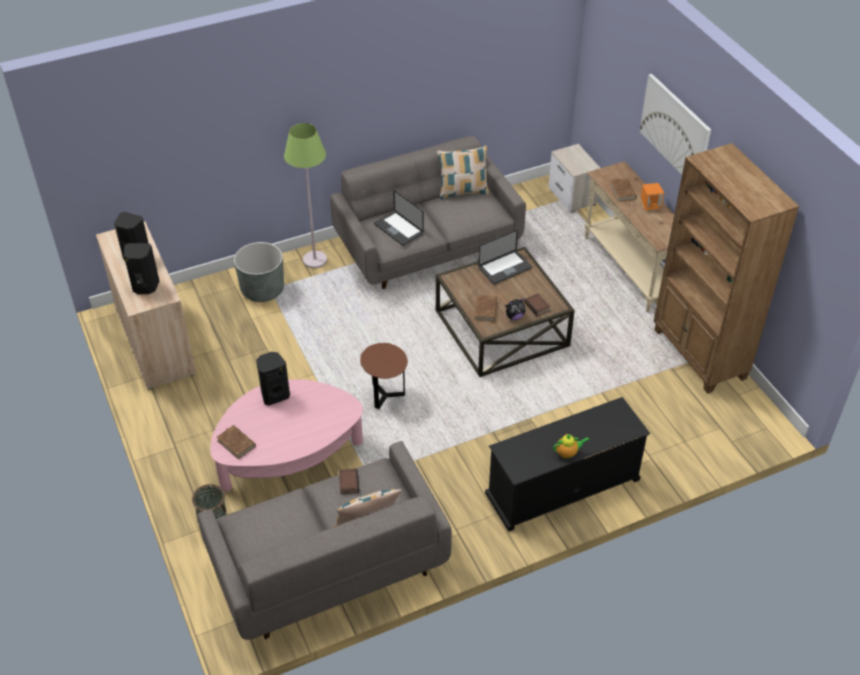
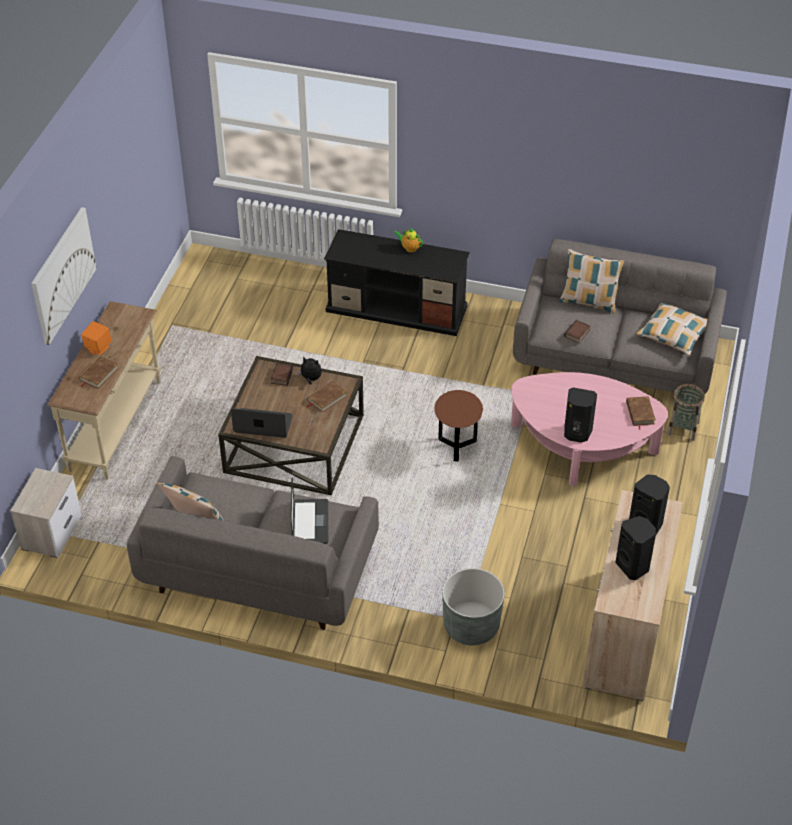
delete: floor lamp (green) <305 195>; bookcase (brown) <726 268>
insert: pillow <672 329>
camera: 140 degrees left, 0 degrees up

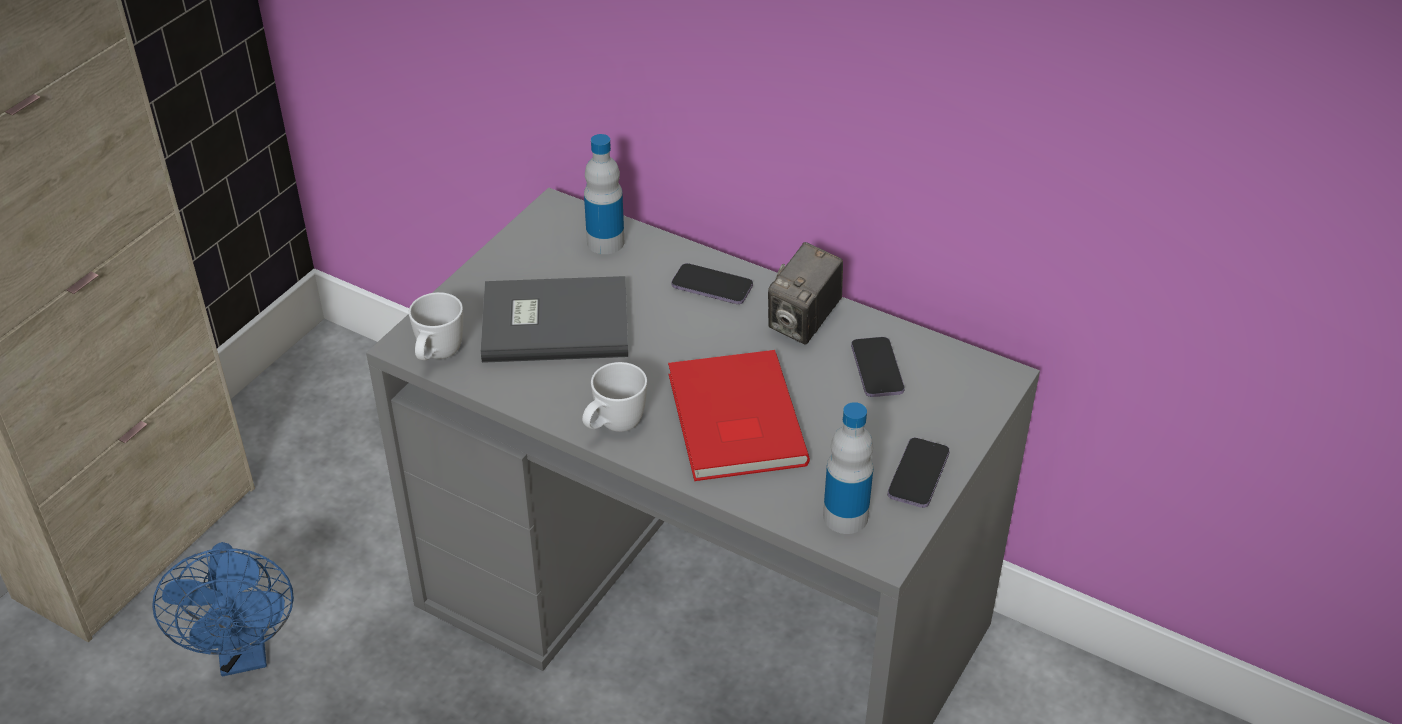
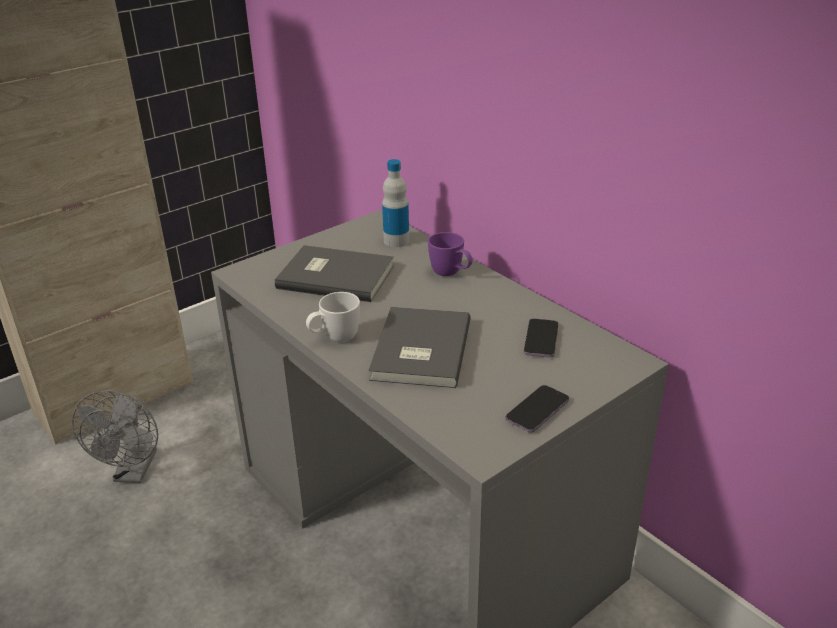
delete: mug (white) <436 326>; photo camera <805 293>; bottle <848 468>
replace: phone <712 283> to mug (purple) <450 254>
recolor: fan (blue) <223 609> to fan (grey) <115 436>; book (red) <739 415> to book (grey) <420 347>
camera: 20 degrees right, 10 degrees down

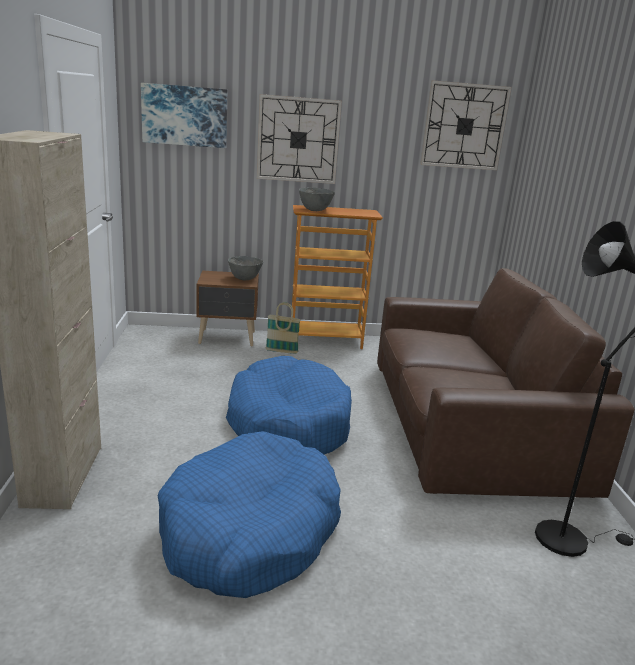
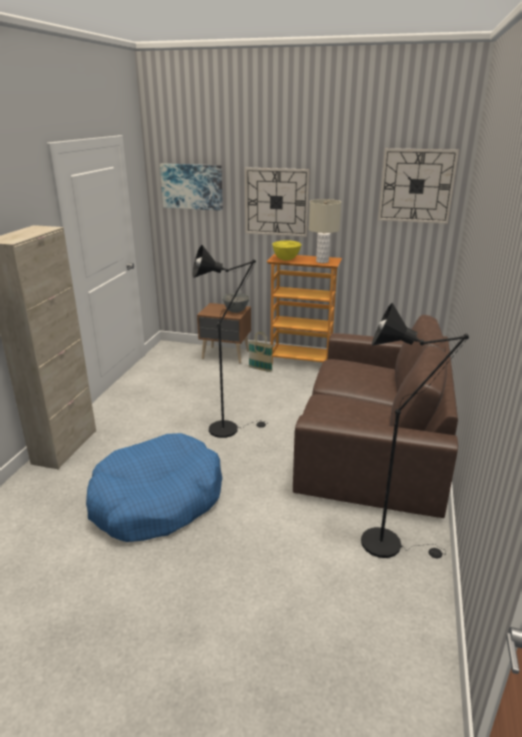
insert: table lamp (beige) <325 231>
replace: dog bed (blue) <289 405> to floor lamp (black) <230 341>
recolor: bowl (grey) <317 199> to bowl (yellow) <286 250>
camera: 20 degrees right, 5 degrees up

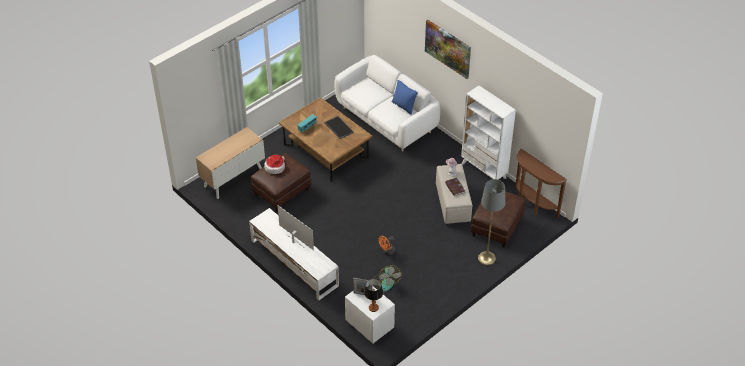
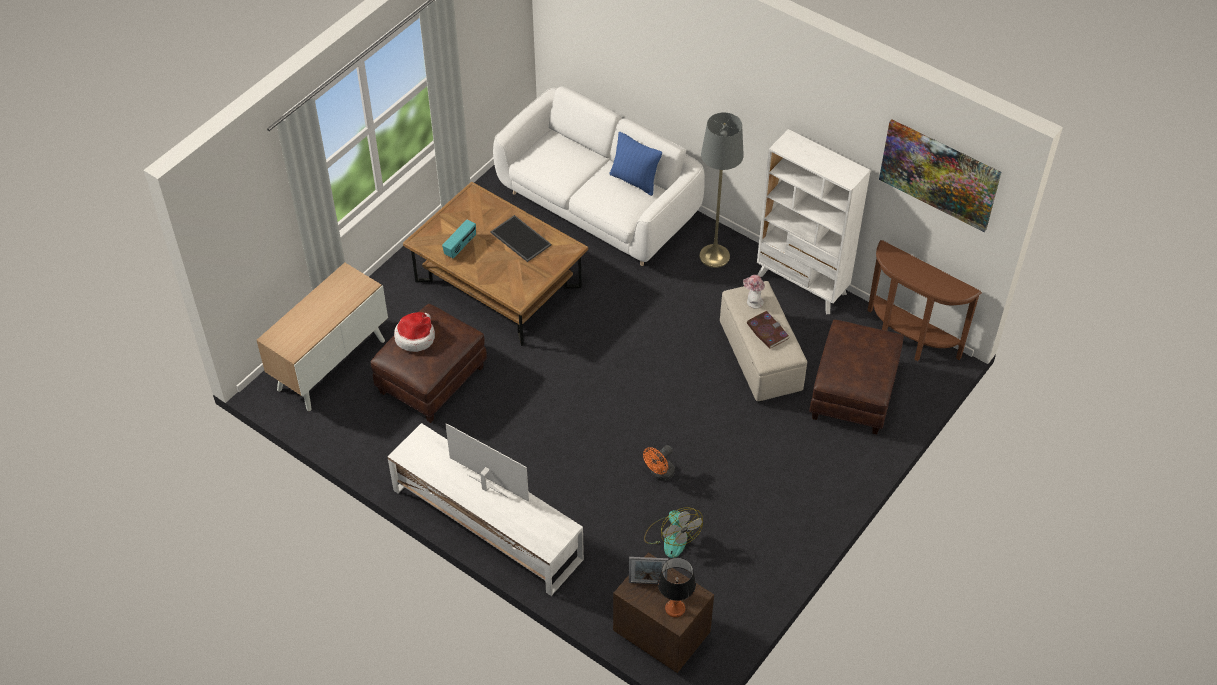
move: picture <448 49> to <940 176>; floor lamp (grey) <491 222> to <721 190>
recolor: nightstand (white) <370 314> to nightstand (brown) <663 613>
camera: 10 degrees left, 5 degrees up

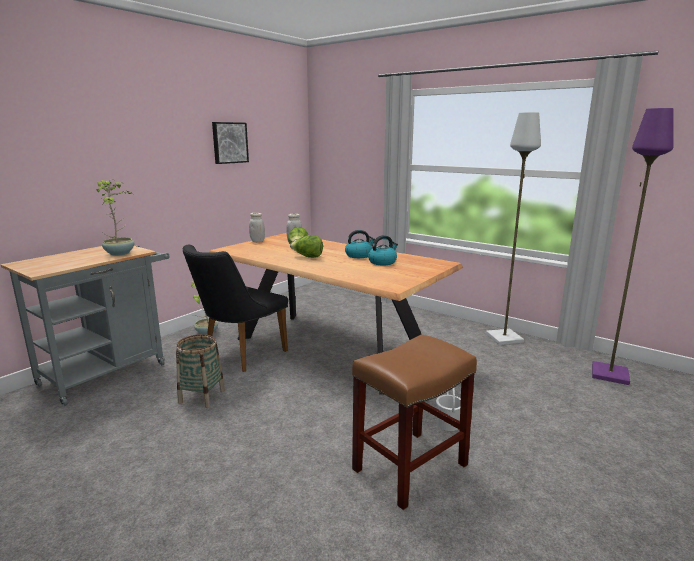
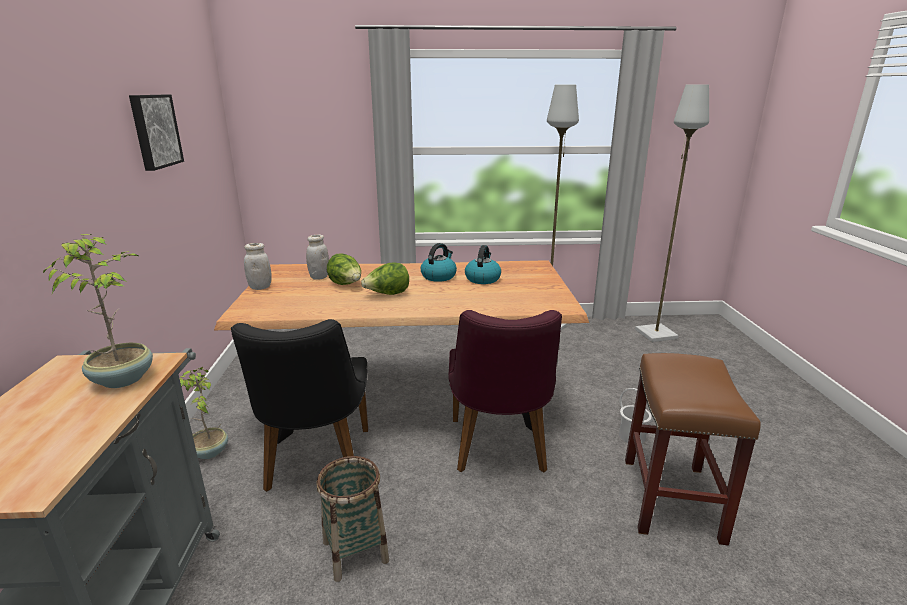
insert: chair (purple) <505 391>
recolor: floor lamp (purple) <633 246> to floor lamp (grey) <672 213>
camera: 40 degrees left, 5 degrees up

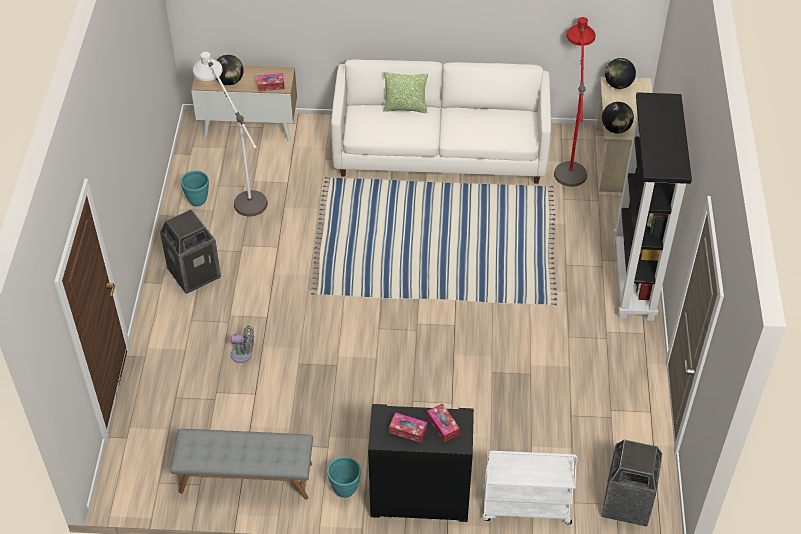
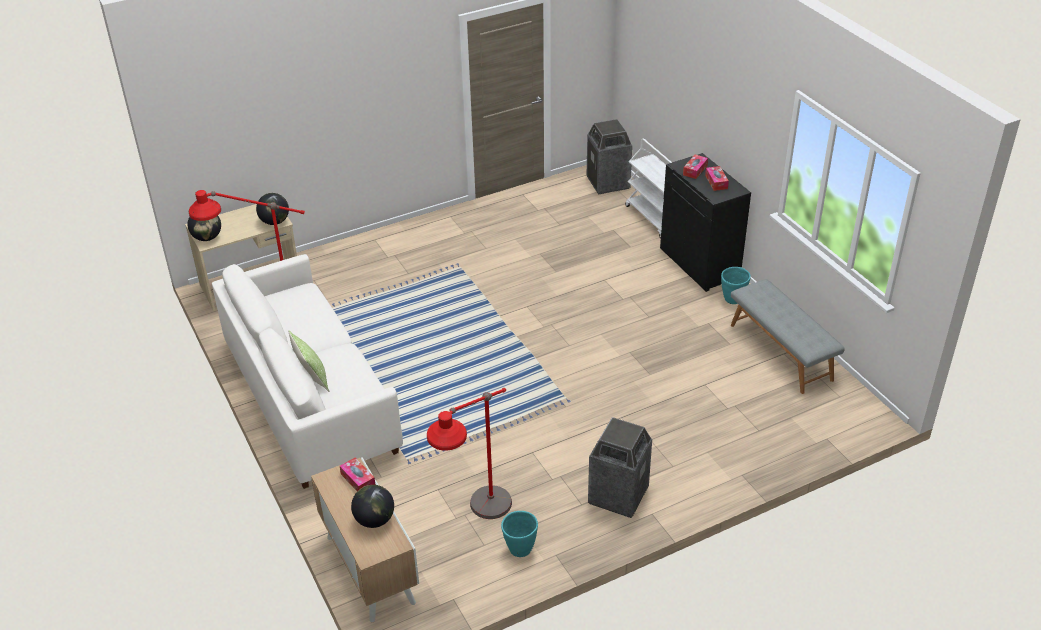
delete: fan (grey) <242 344>; bookcase (black) <652 206>
recolor: floor lamp (white) <230 134> to floor lamp (red) <469 453>
camera: 120 degrees left, 10 degrees down

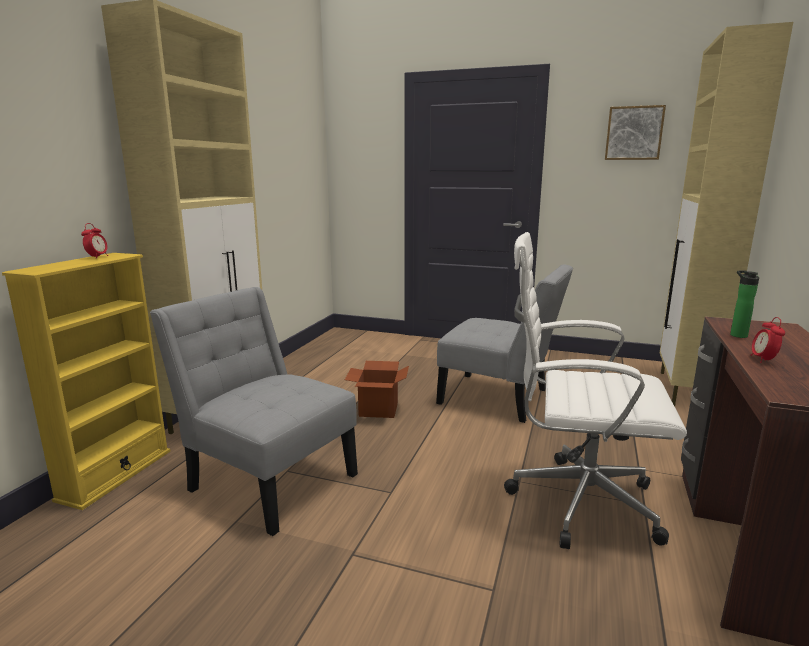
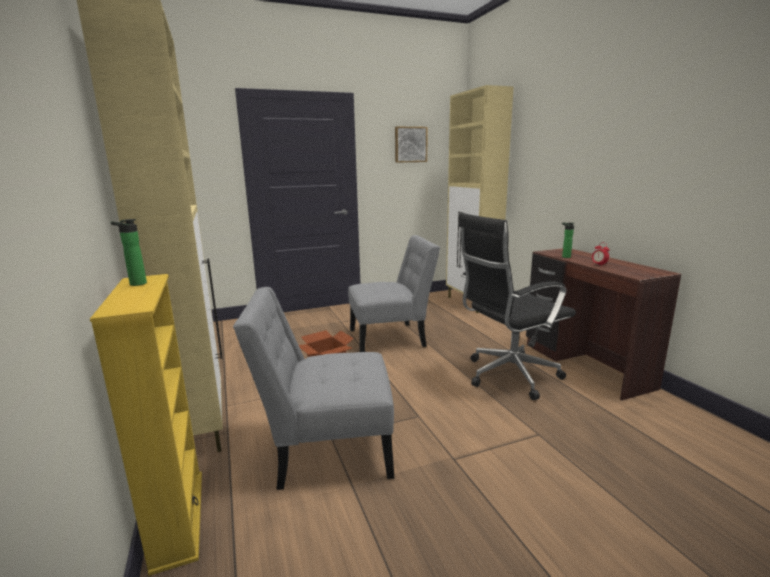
replace: alarm clock <94 240> to bottle <129 252>
recolor: office chair (white) <595 390> to office chair (black) <517 306>
camera: 40 degrees left, 0 degrees up

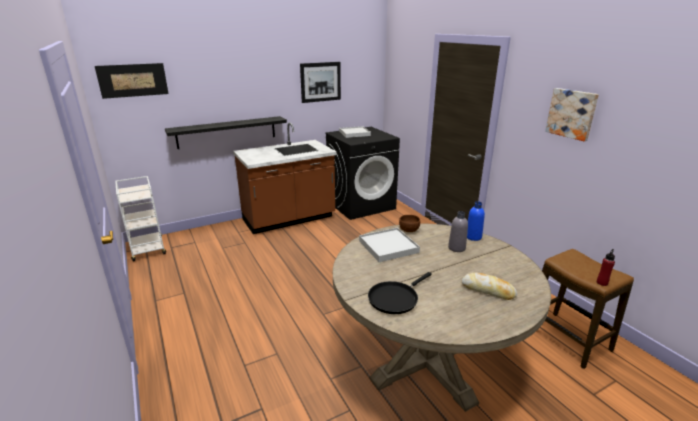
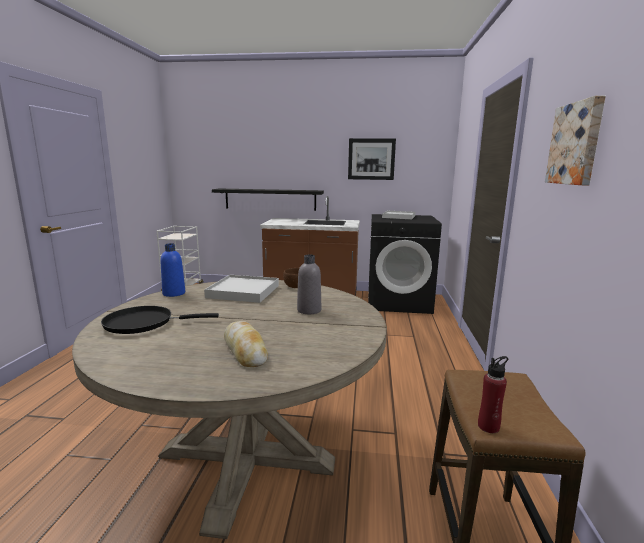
delete: picture <132 81>
move: bottle (blue) <476 221> to <172 270>
camera: 35 degrees right, 10 degrees down

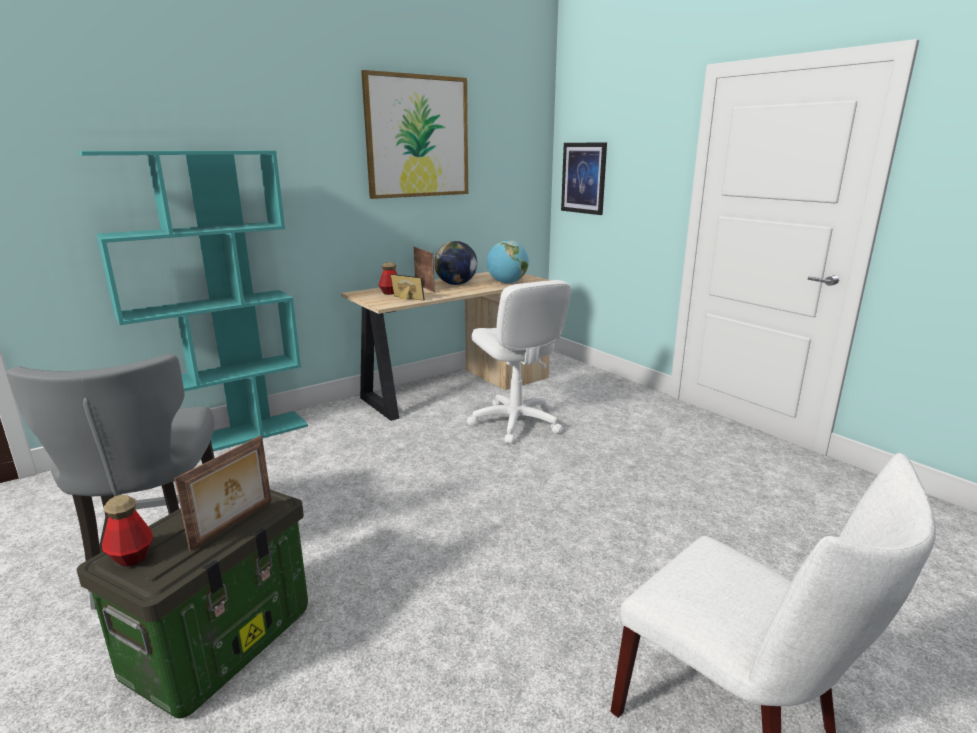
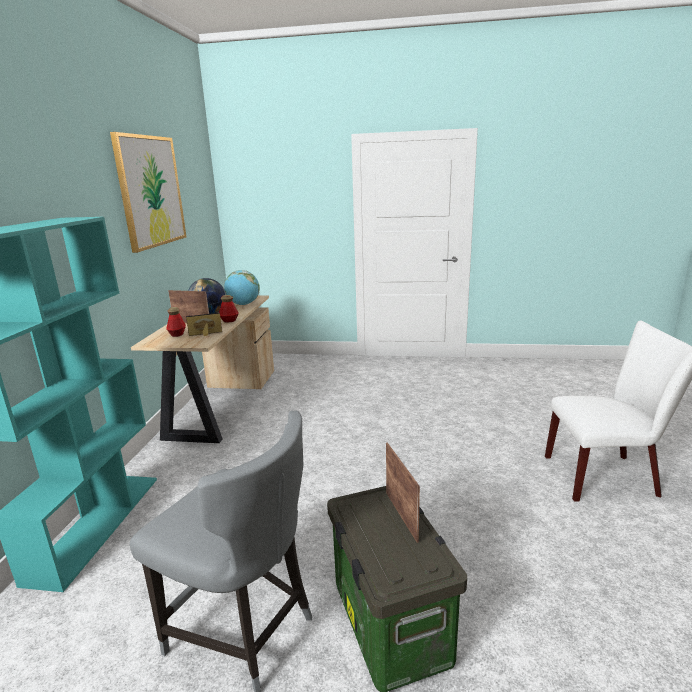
delete: office chair (white) <519 362>; picture <584 178>
move: bottle <127 530> to <229 308>
camera: 45 degrees left, 0 degrees up

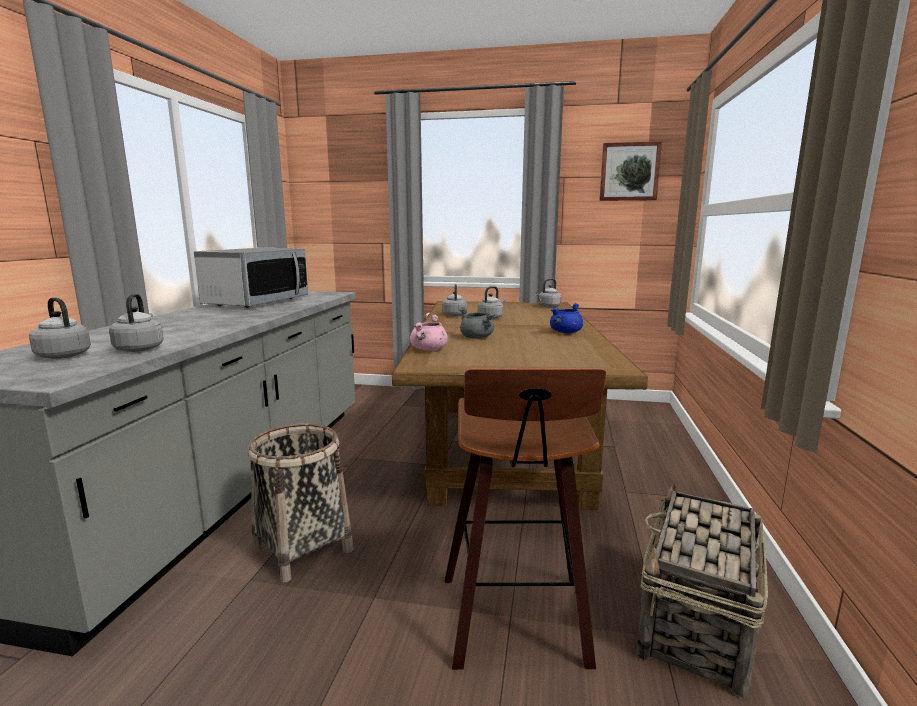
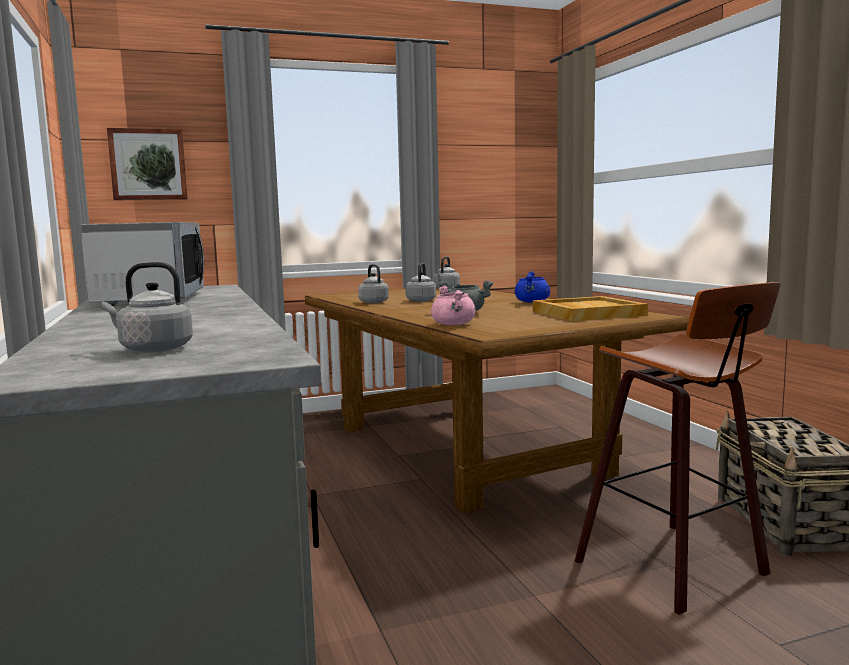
delete: kettle (grey) <136 323>; basket <301 503>
insert: tray (beige) <590 308>
move: picture <630 171> to <147 164>
camera: 30 degrees left, 5 degrees down

